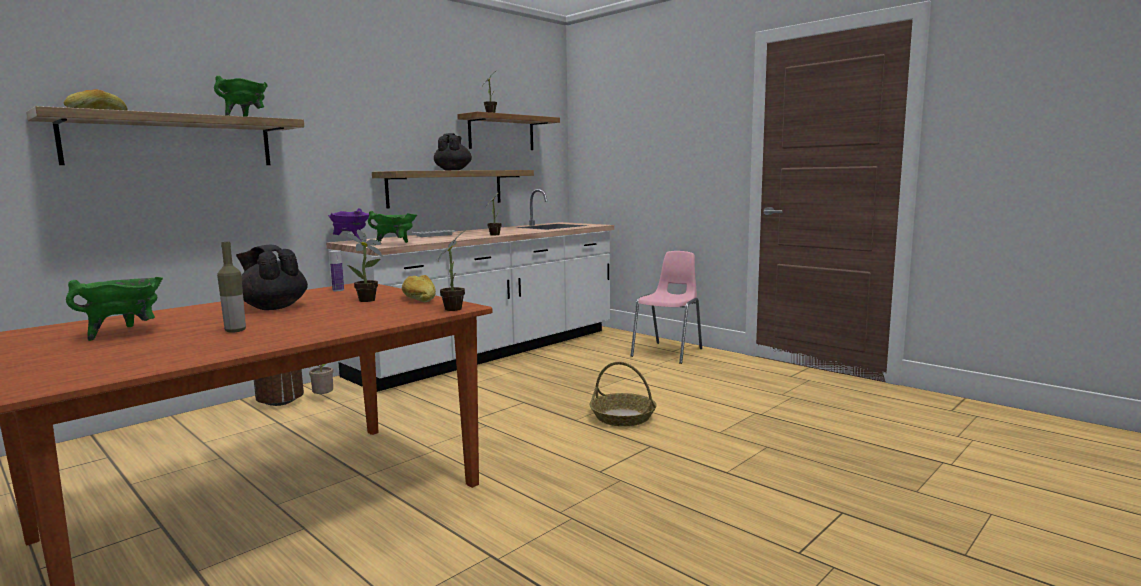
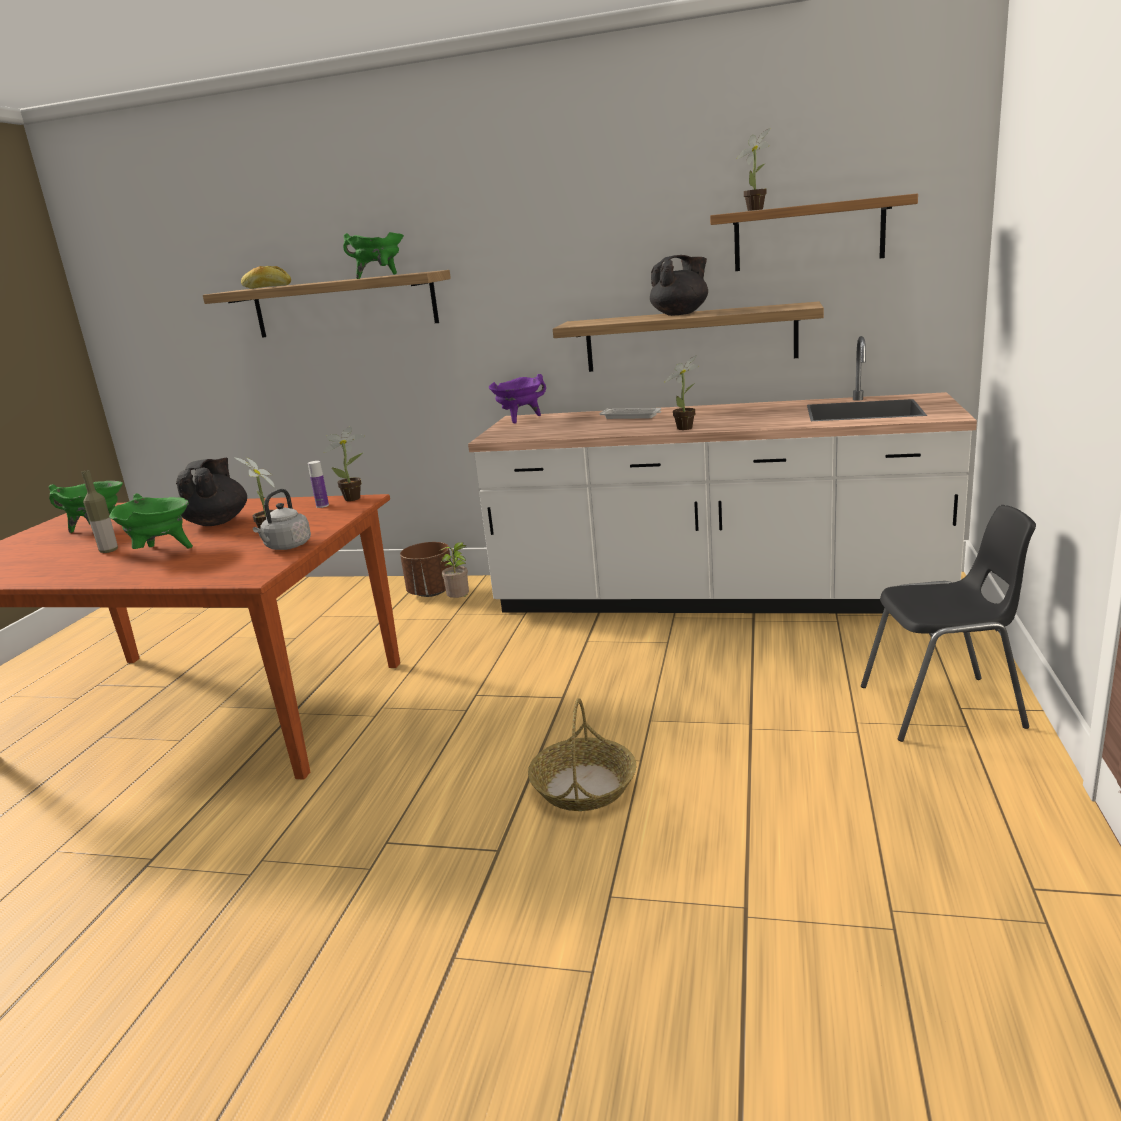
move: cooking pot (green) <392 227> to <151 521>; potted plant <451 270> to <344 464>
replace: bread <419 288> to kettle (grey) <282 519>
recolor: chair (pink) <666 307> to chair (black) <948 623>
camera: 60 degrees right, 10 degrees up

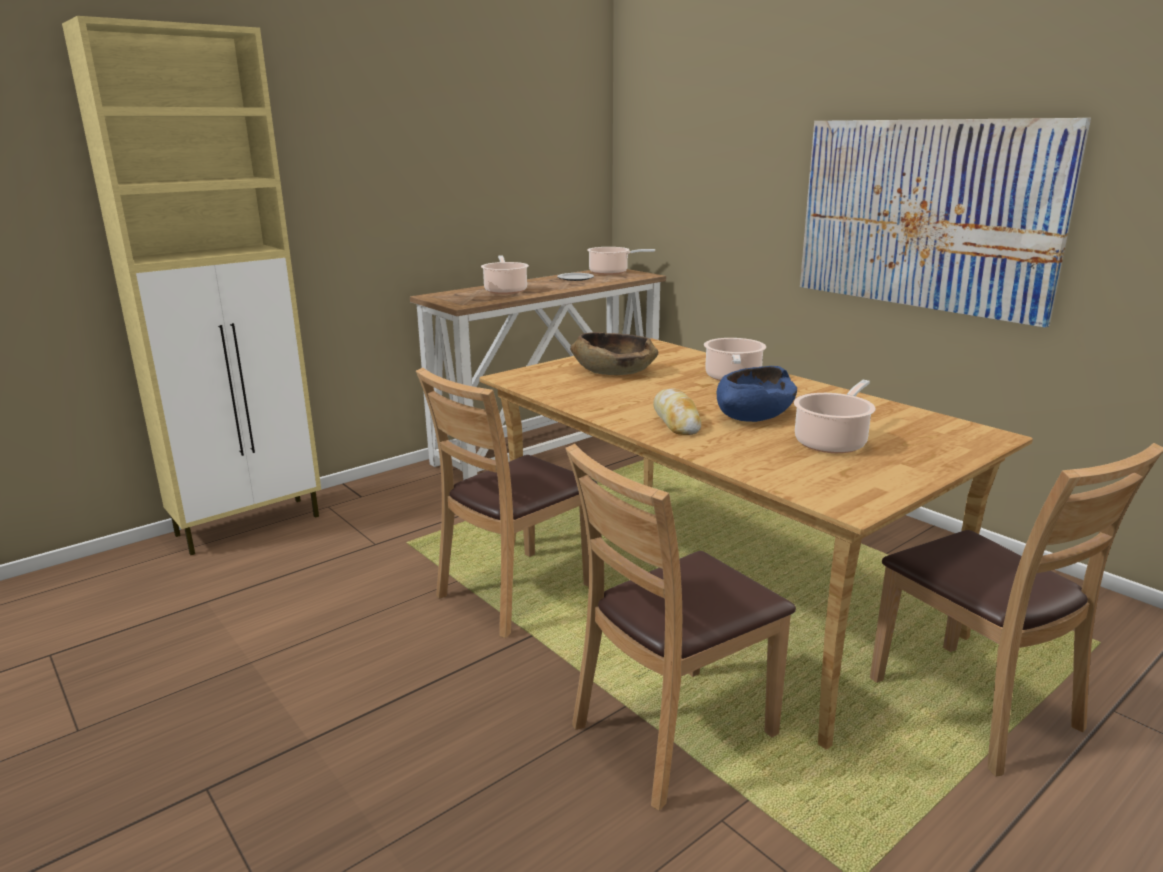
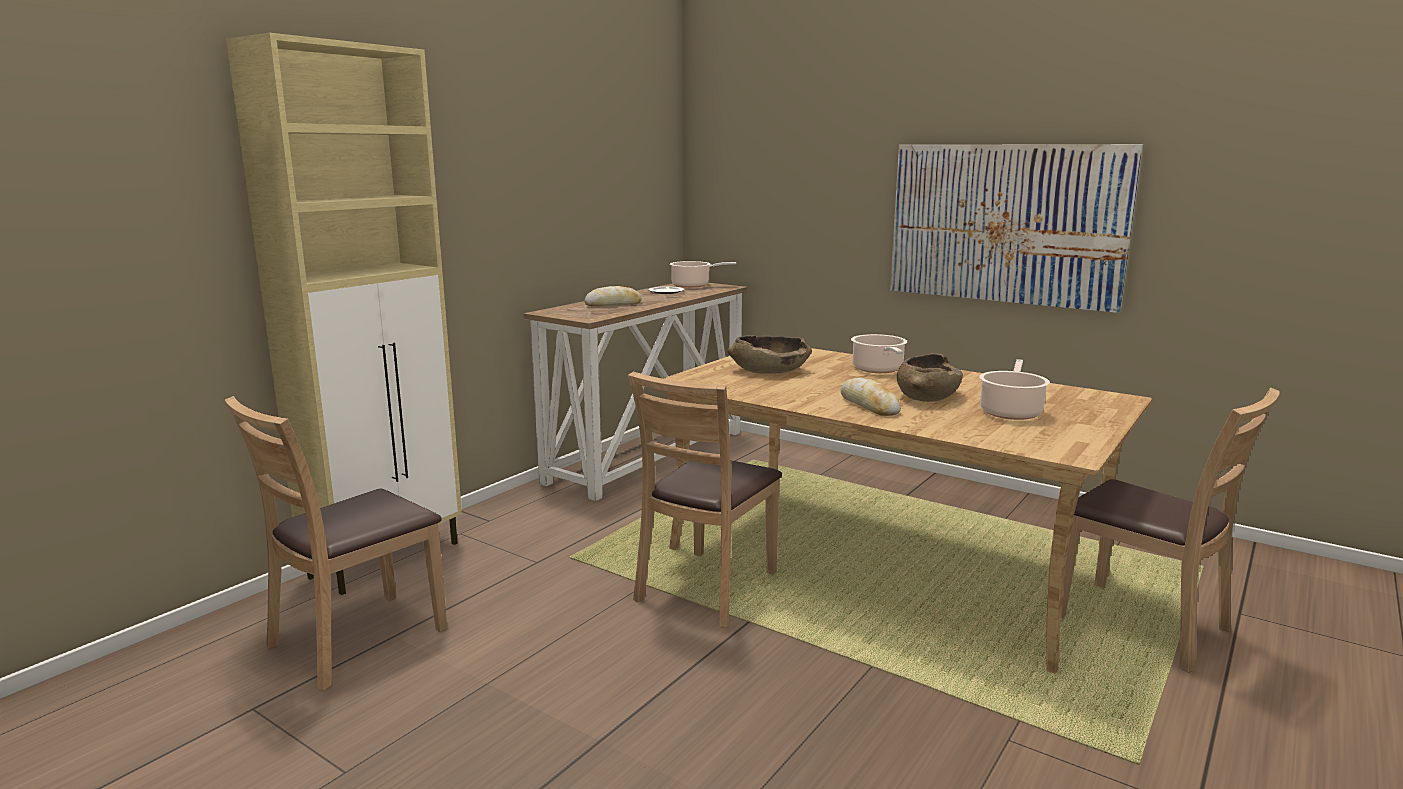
move: chair (brown) <680 627> to <336 543>
replace: cooking pot <505 274> to bread <613 296>
recolor: bowl (blue) <756 394> to bowl (brown) <930 377>
camera: 15 degrees left, 5 degrees down

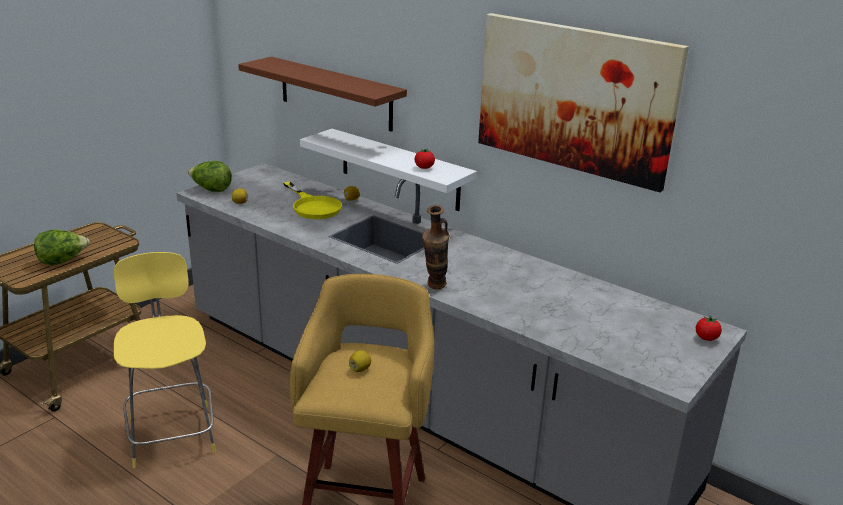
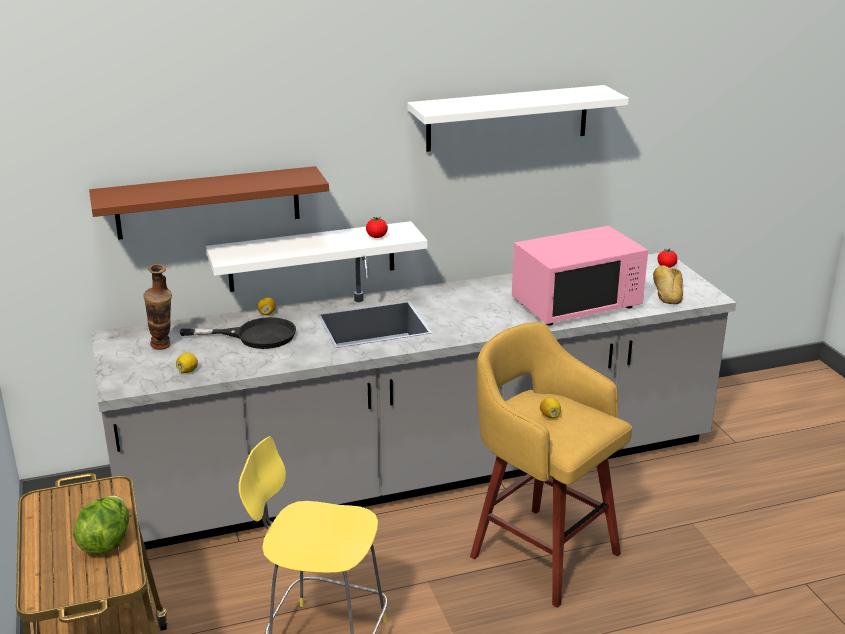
delete: lettuce <210 176>
insert: microwave (pink) <580 275>; bread <668 284>
move: vase <436 247> to <157 307>
replace: picture <583 102> to shelf (white) <518 118>
recolor: frying pan (yellow) <312 200> to frying pan (black) <238 333>
camera: 55 degrees left, 0 degrees up

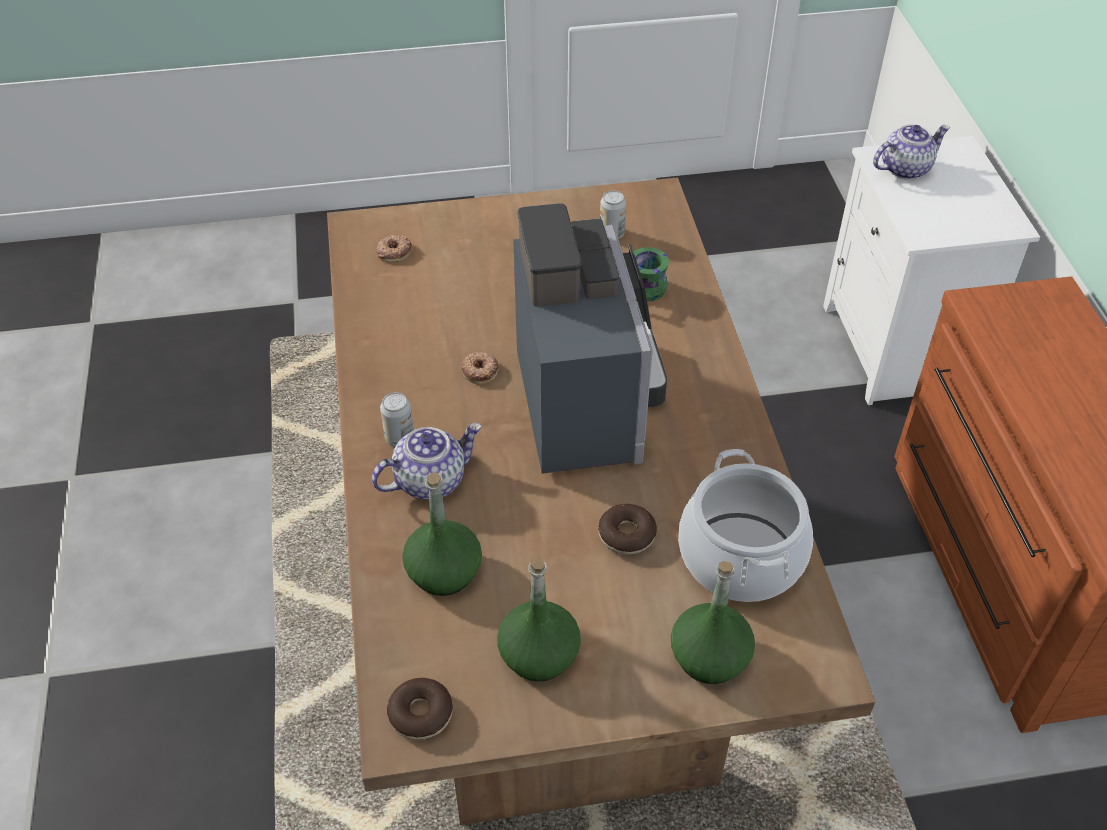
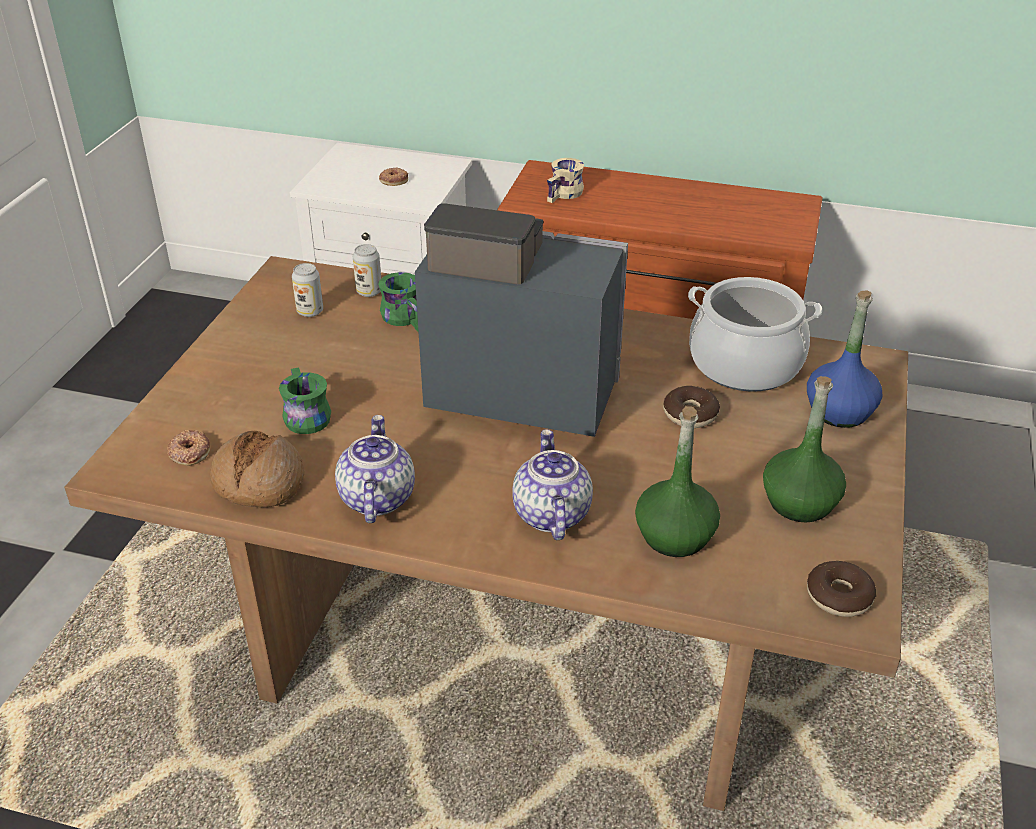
insert: bread <257 469>; mug (green) <305 401>; mug (beige) <565 180>
move: can <397 419> to <367 270>; donut <480 368> to <393 176>; teapot <911 152> to <375 469>
recolor: bottle (green) <713 622> to bottle (blue) <844 359>
camera: 65 degrees left, 10 degrees down

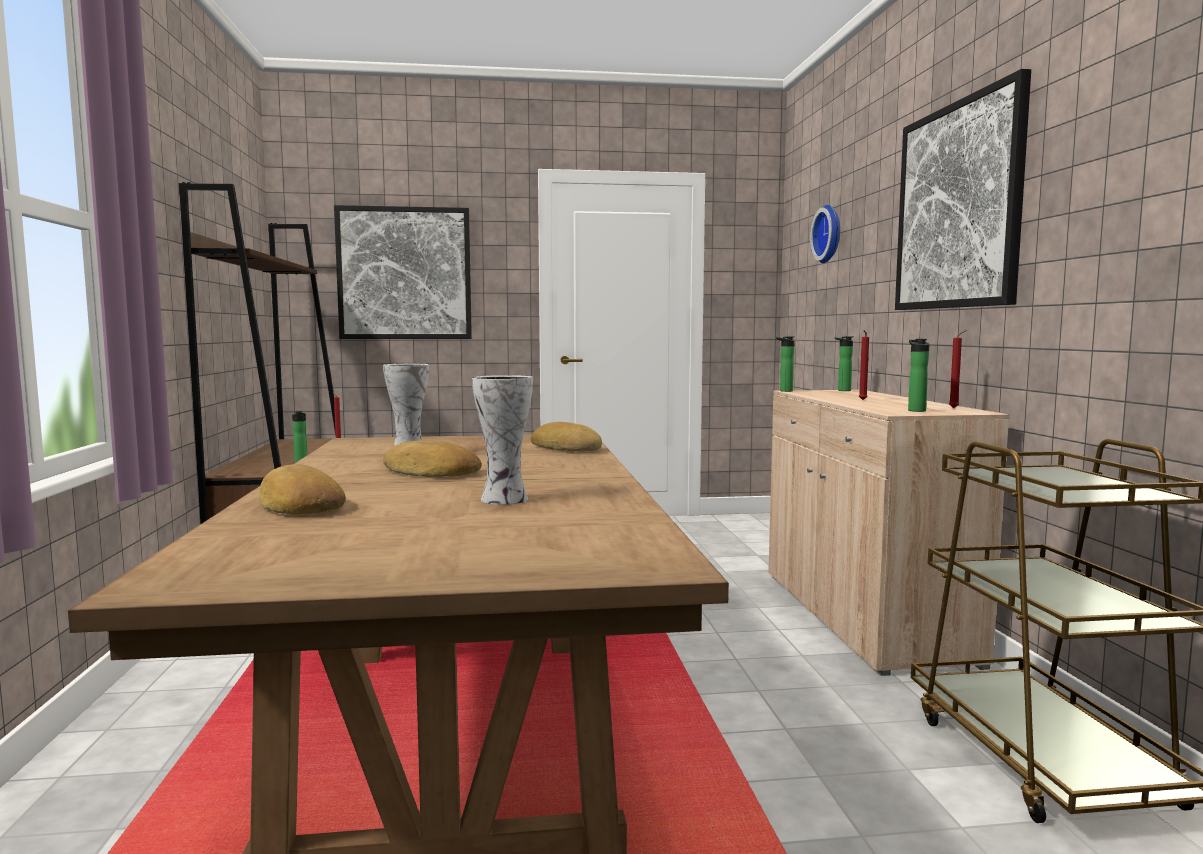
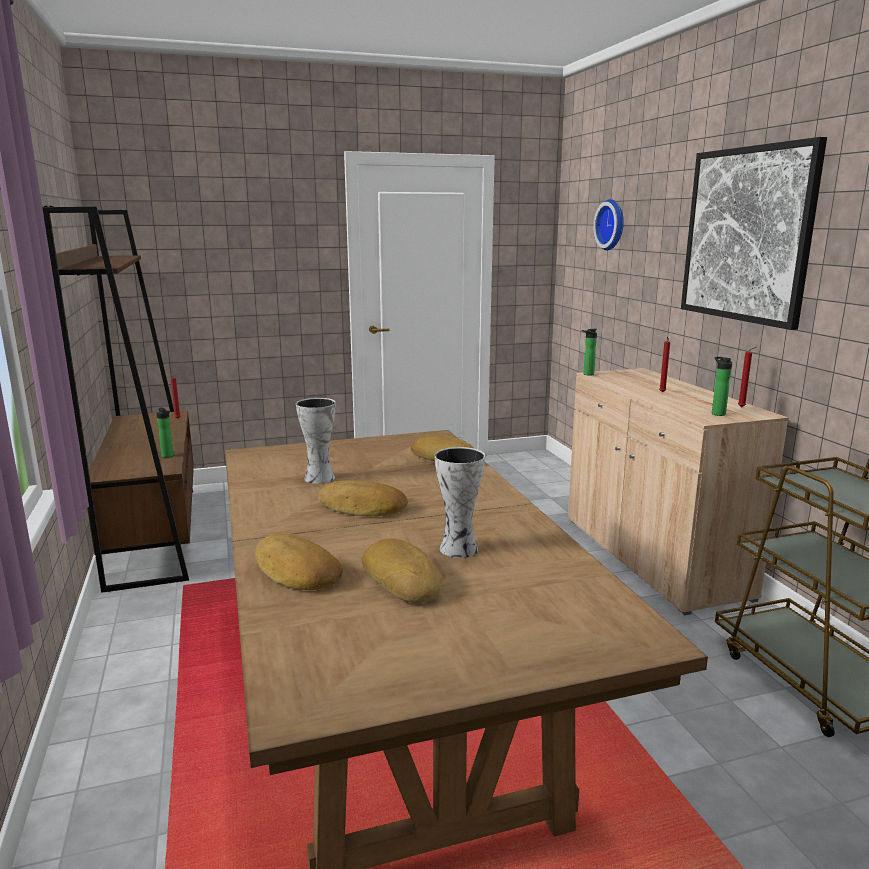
delete: picture <403 272>; bottle <844 363>
insert: bread <402 570>
camera: 10 degrees left, 10 degrees up

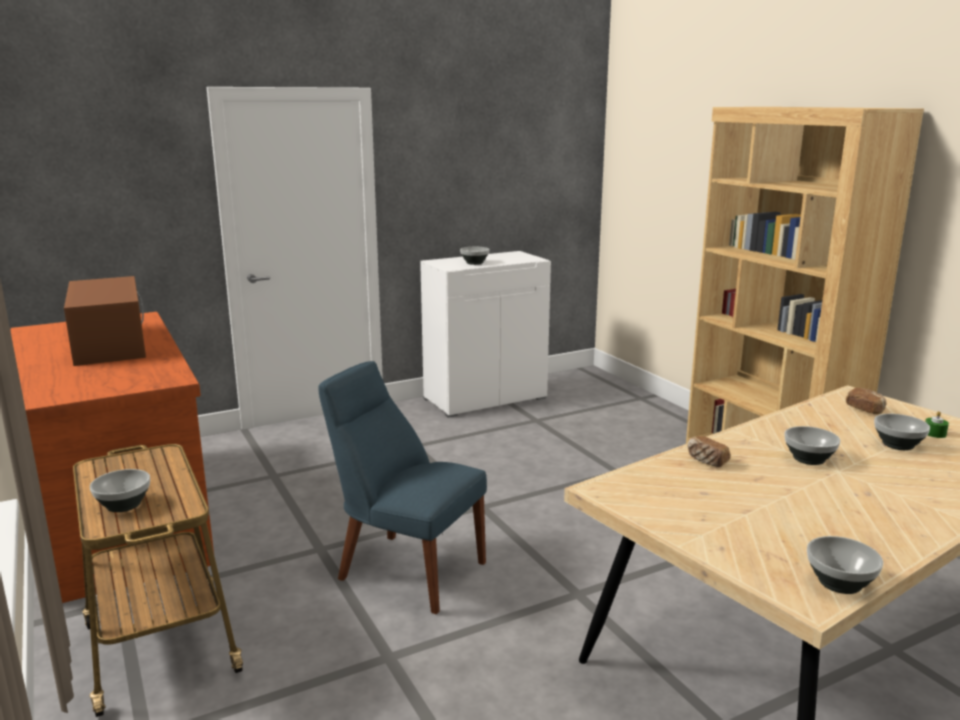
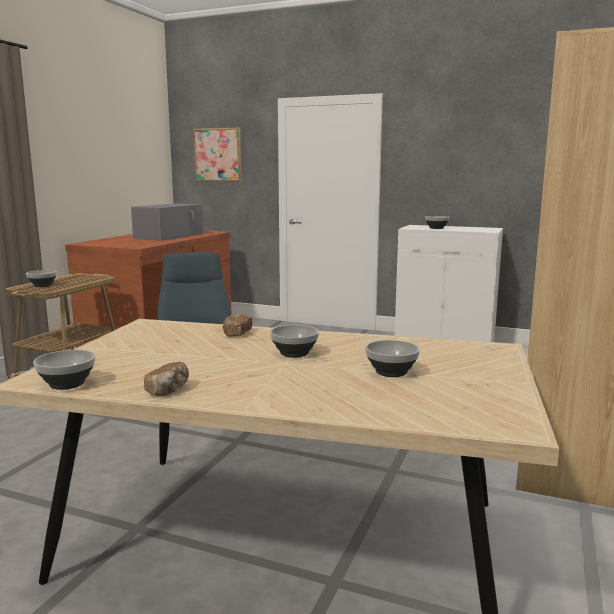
delete: candle (green) <937 424>
insert: picture <217 154>
move: bread <866 401> to <166 379>
recolor: microwave (brown) <105 321> to microwave (grey) <167 222>
camera: 50 degrees right, 5 degrees down

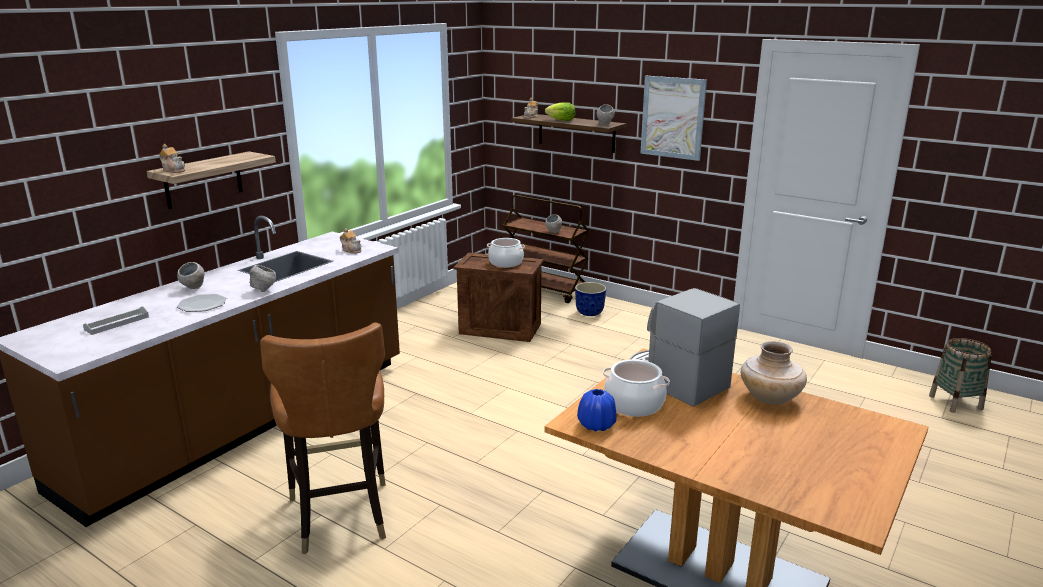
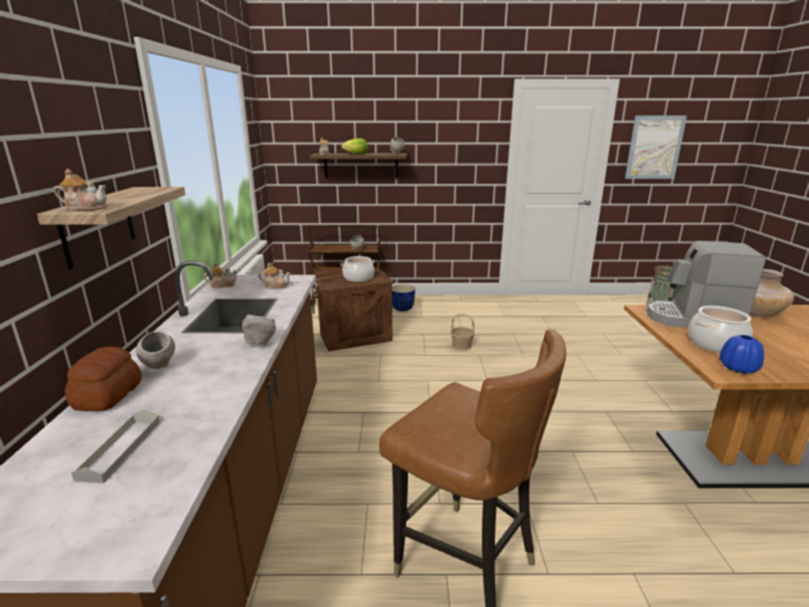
delete: plate <202 303>
insert: bread <103 379>; teapot <221 275>; basket <463 332>
move: picture <673 118> to <656 147>
camera: 35 degrees left, 0 degrees up

